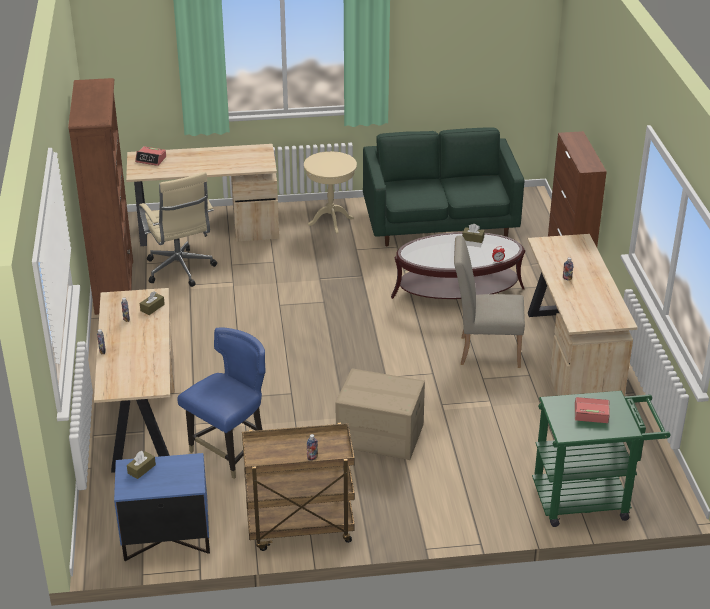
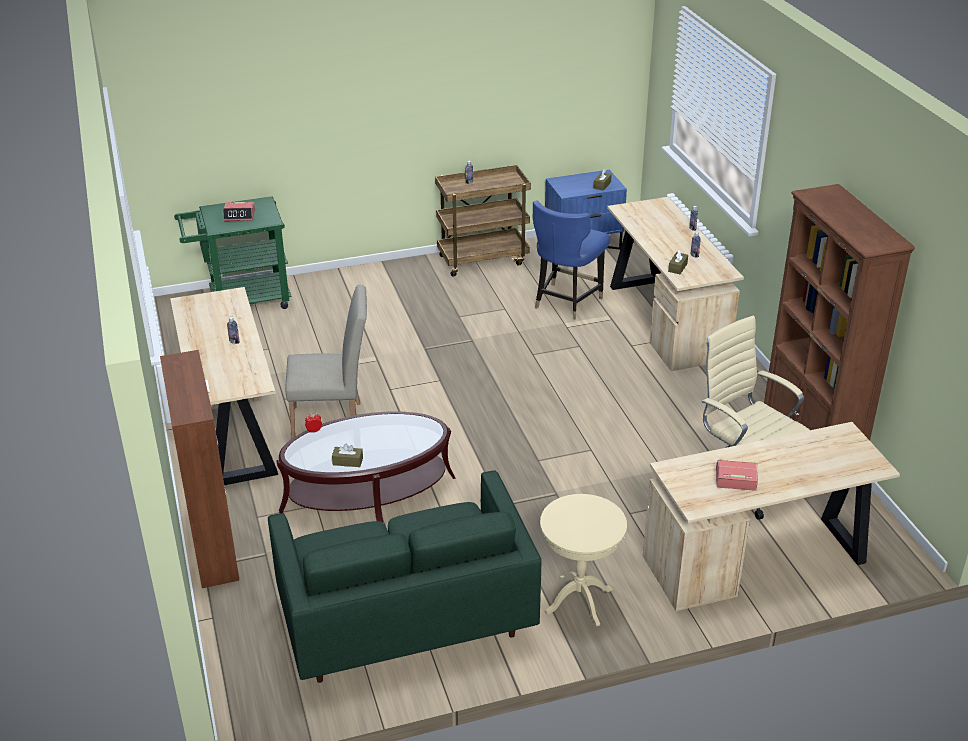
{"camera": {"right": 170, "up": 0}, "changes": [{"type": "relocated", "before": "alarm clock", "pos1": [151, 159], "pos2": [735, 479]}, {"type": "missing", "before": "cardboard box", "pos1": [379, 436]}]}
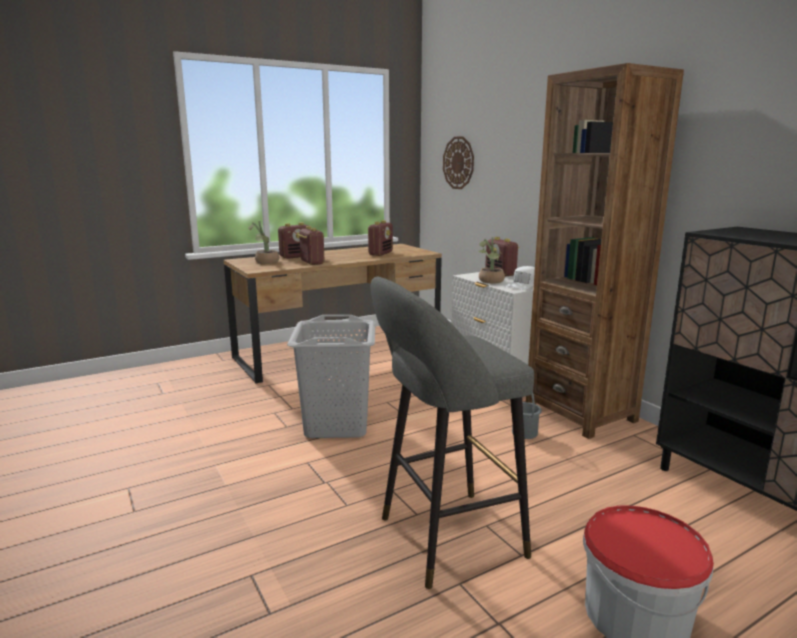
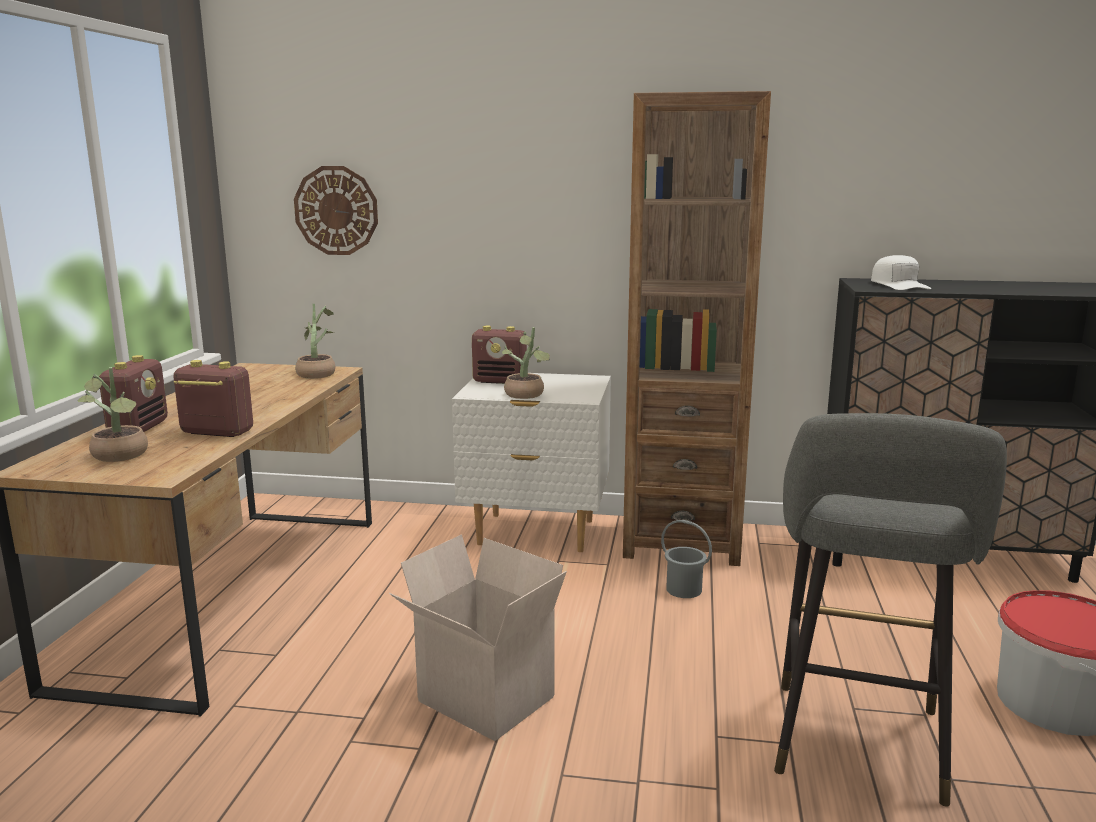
{"camera": {"right": -50, "up": 0}, "changes": [{"type": "appeared", "after": "potted plant", "pos2": [317, 373]}, {"type": "exchanged", "before": "grey laundry basket", "after": "cardboard box", "pos1": [337, 424], "pos2": [481, 700]}, {"type": "relocated", "before": "white cap", "pos1": [524, 285], "pos2": [898, 285]}, {"type": "missing", "before": "radio", "pos1": [380, 253]}]}
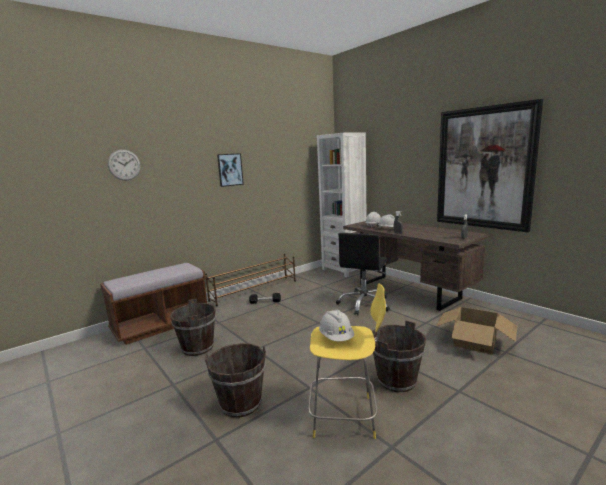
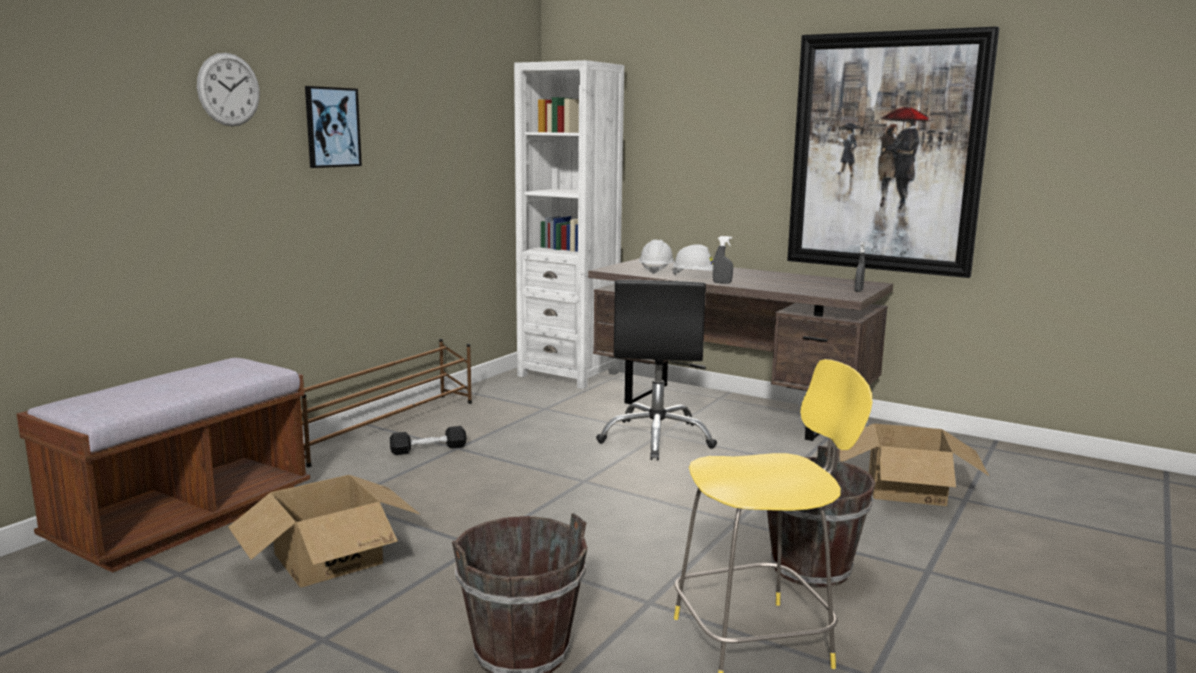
{"camera": {"right": -20, "up": 0}, "changes": [{"type": "relocated", "before": "wall clock", "pos1": [124, 165], "pos2": [229, 89]}, {"type": "exchanged", "before": "brown bucket", "after": "cardboard box", "pos1": [198, 348], "pos2": [329, 558]}, {"type": "missing", "before": "white hard hat", "pos1": [336, 338]}]}
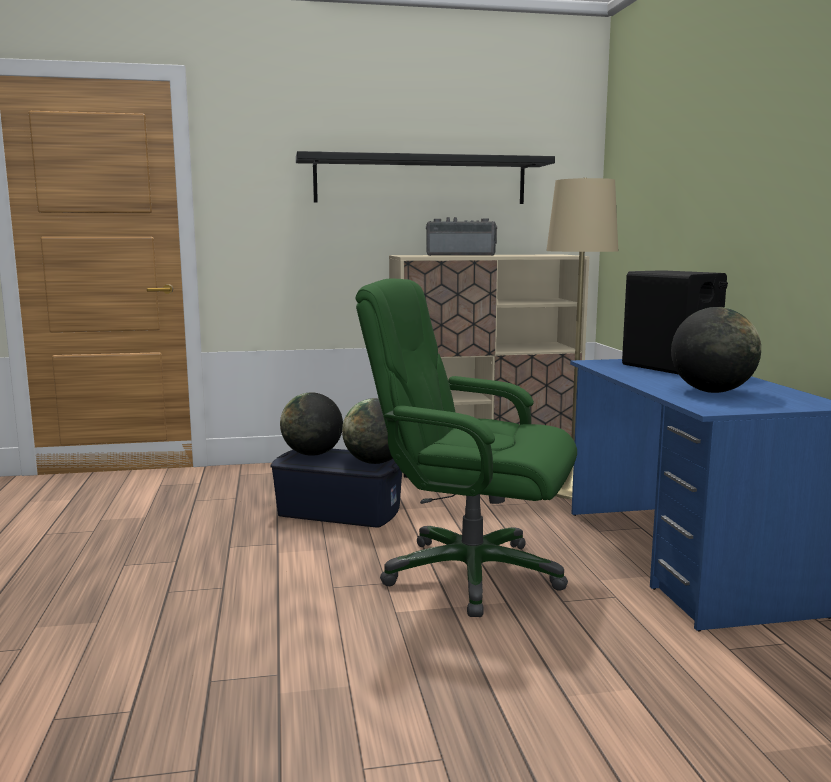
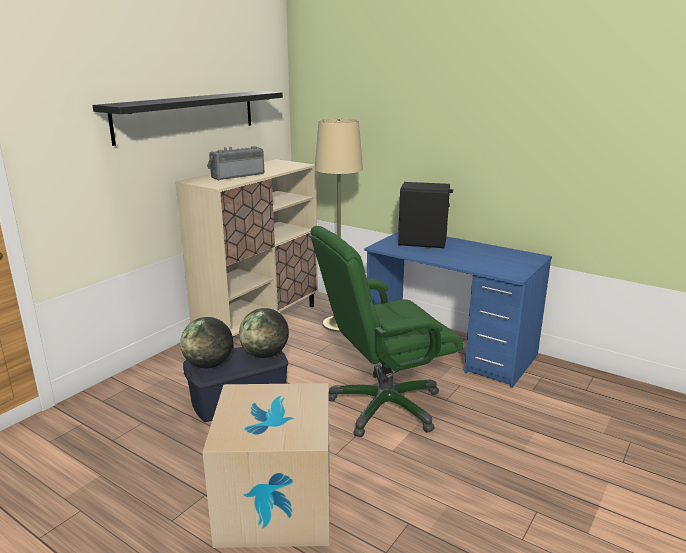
{"camera": {"right": -45, "up": 10}, "changes": [{"type": "appeared", "after": "cardboard box", "pos2": [276, 504]}, {"type": "missing", "before": "globe", "pos1": [712, 391]}]}
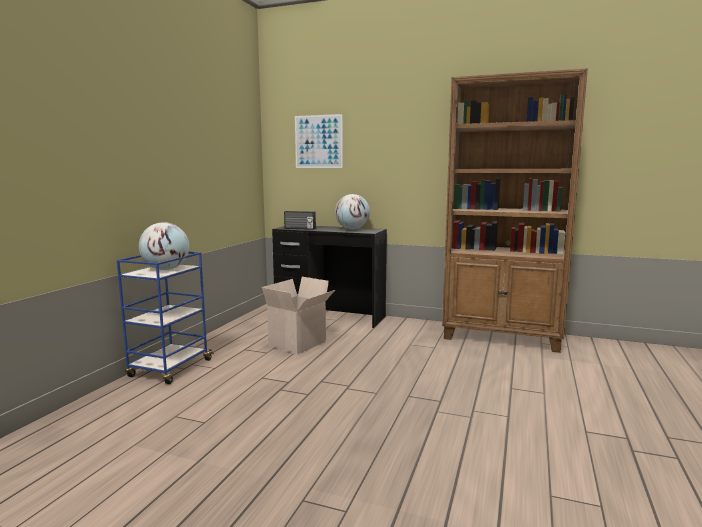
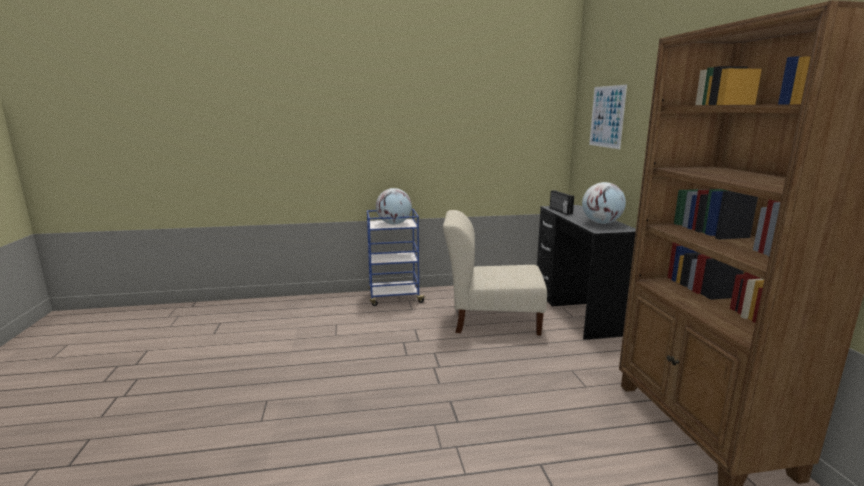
{"camera": {"right": 60, "up": 5}, "changes": [{"type": "exchanged", "before": "cardboard box", "after": "beige chair", "pos1": [298, 344], "pos2": [491, 320]}]}
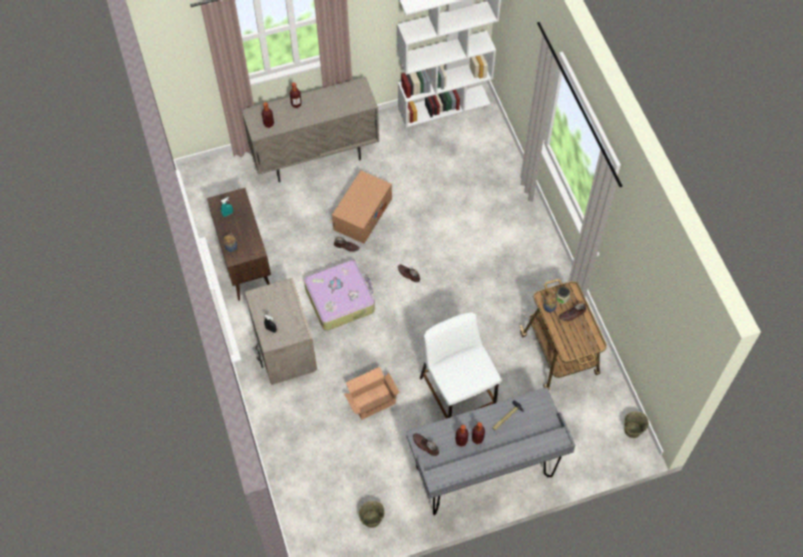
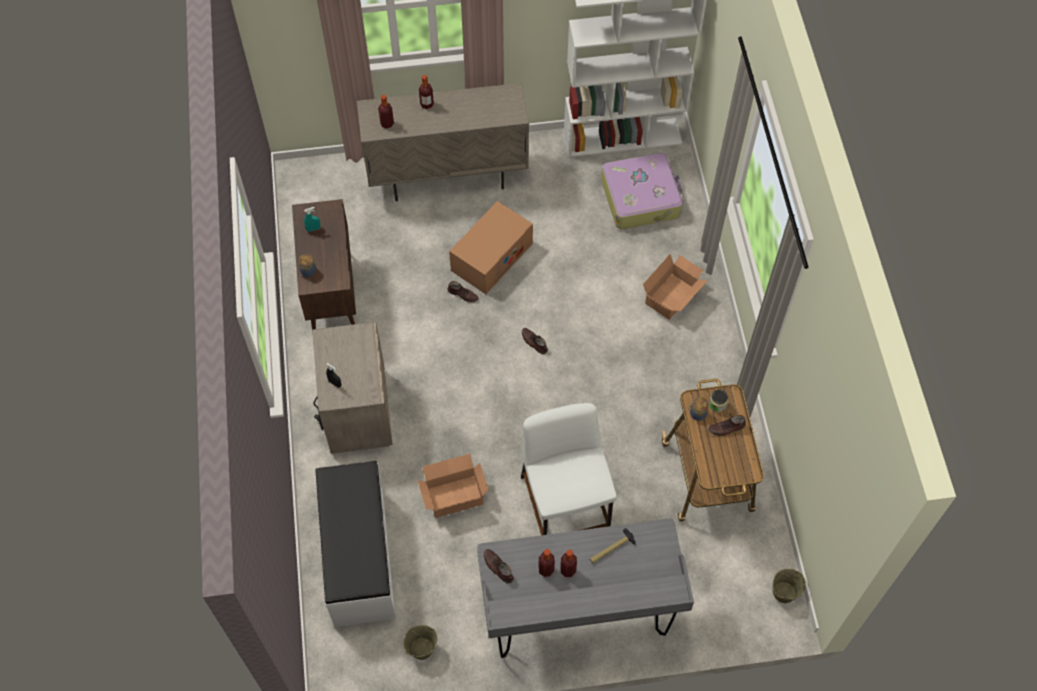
{"camera": {"right": 10, "up": 0}, "changes": [{"type": "appeared", "after": "white bench", "pos2": [358, 557]}, {"type": "relocated", "before": "suitcase", "pos1": [340, 299], "pos2": [641, 197]}, {"type": "appeared", "after": "cardboard box", "pos2": [673, 297]}]}
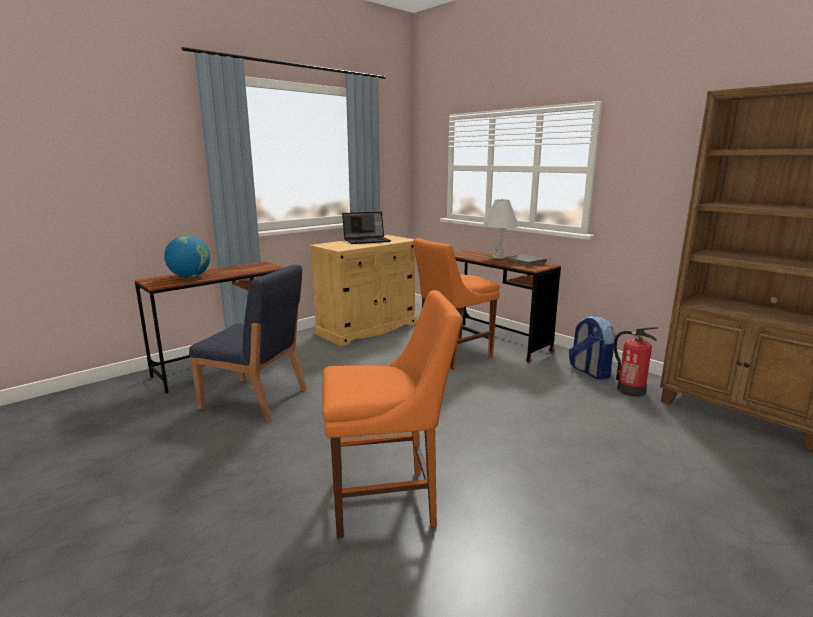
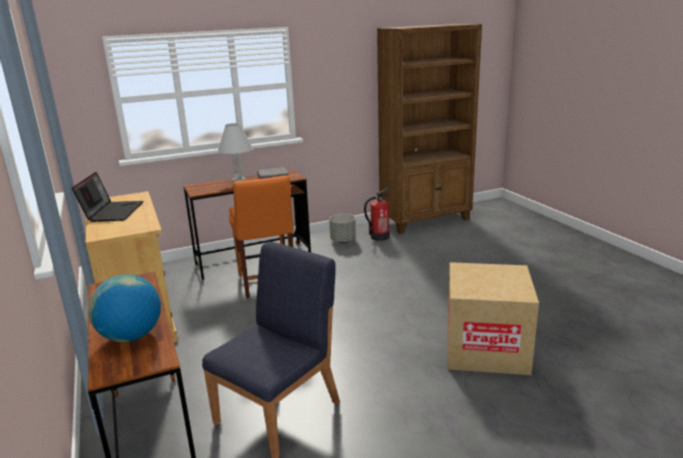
{"camera": {"right": -70, "up": 5}, "changes": [{"type": "exchanged", "before": "backpack", "after": "grey planter", "pos1": [589, 371], "pos2": [343, 241]}, {"type": "exchanged", "before": "orange chair", "after": "cardboard box", "pos1": [389, 501], "pos2": [486, 349]}]}
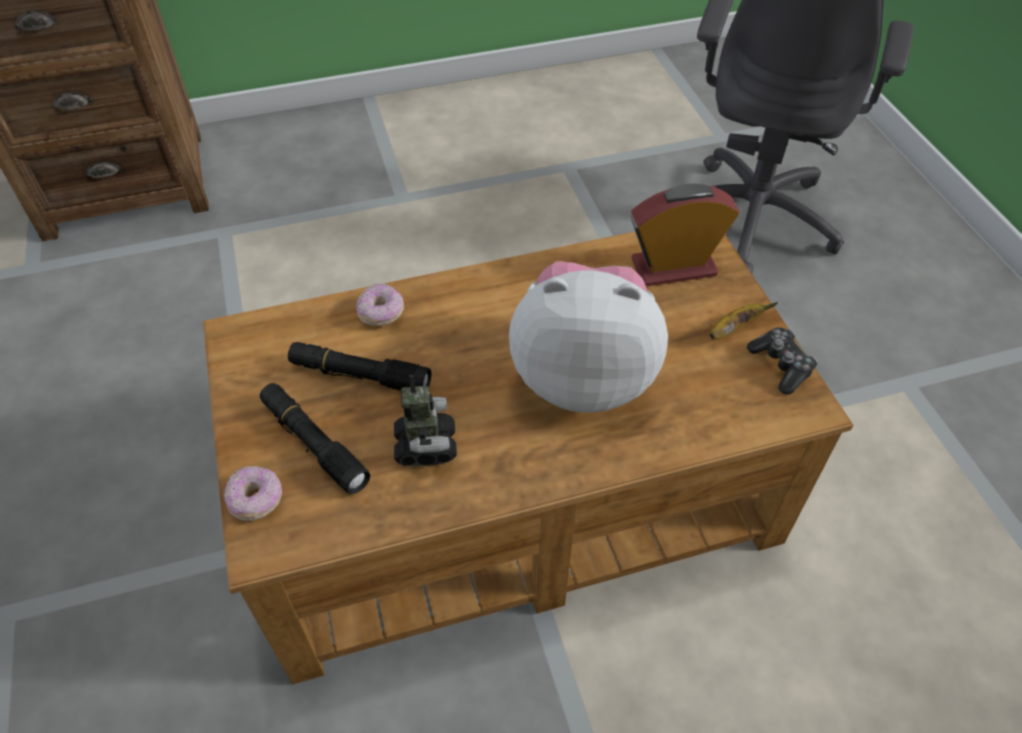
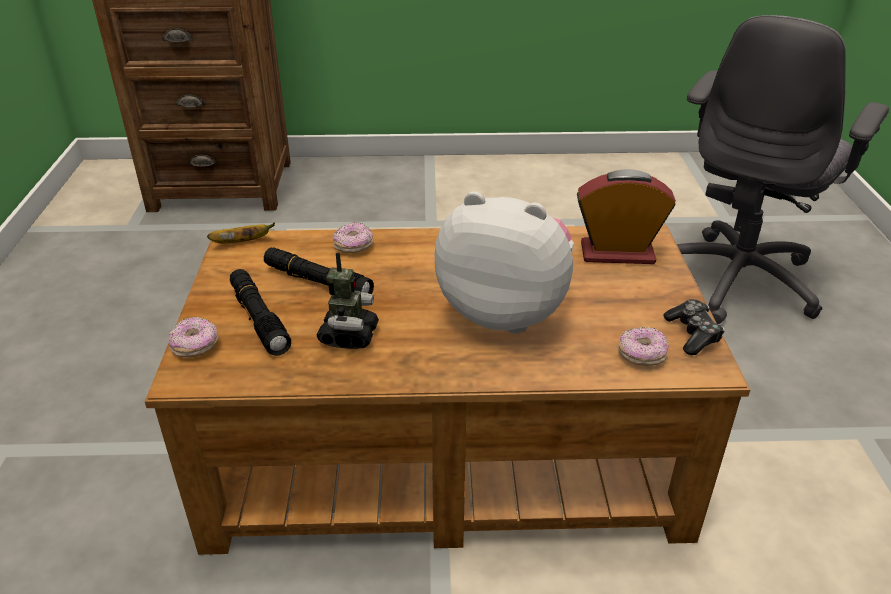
{"camera": {"right": 15, "up": -15}, "changes": [{"type": "relocated", "before": "banana", "pos1": [733, 329], "pos2": [243, 242]}, {"type": "appeared", "after": "donut", "pos2": [641, 356]}]}
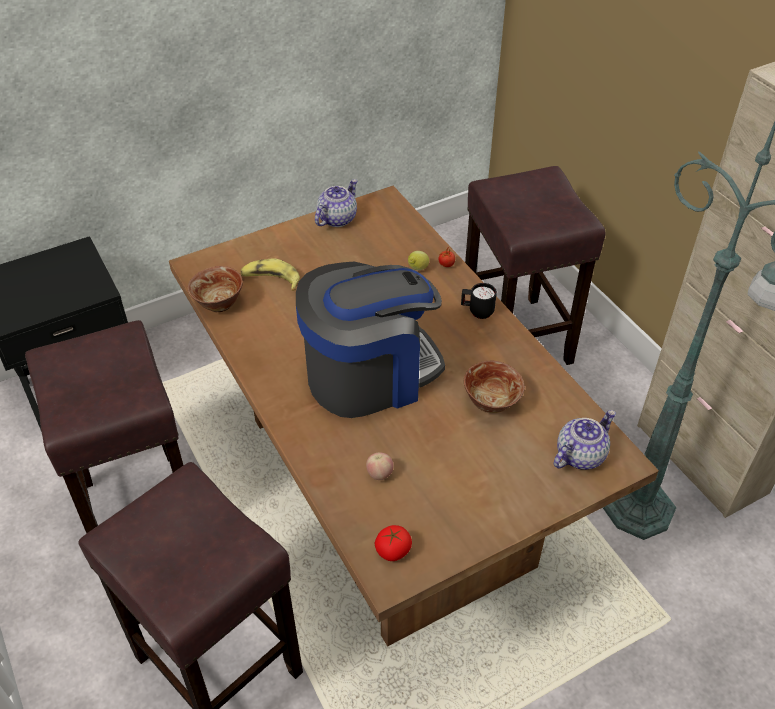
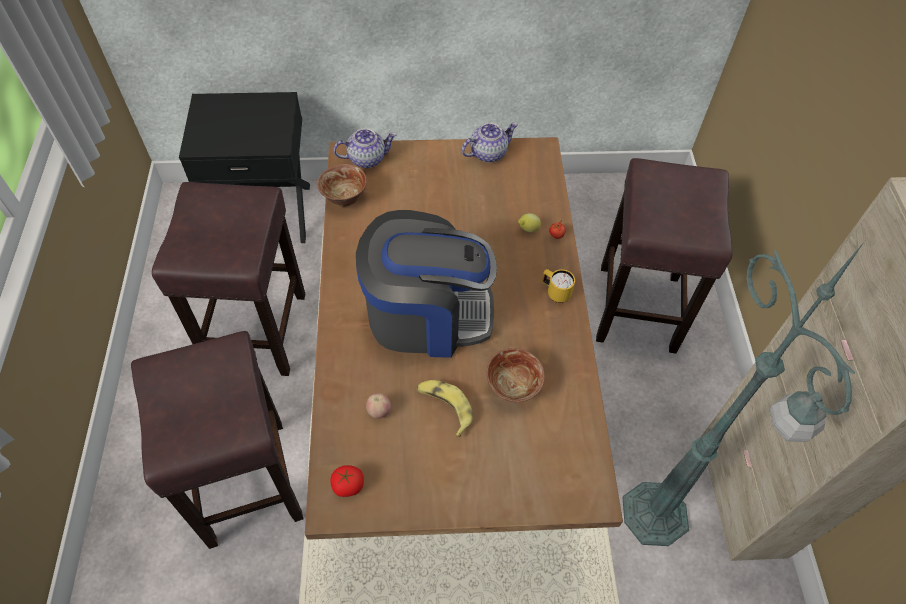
{"camera": {"right": 25, "up": 10}, "changes": [{"type": "relocated", "before": "teapot", "pos1": [580, 454], "pos2": [367, 158]}, {"type": "relocated", "before": "banana", "pos1": [271, 280], "pos2": [444, 407]}, {"type": "colour", "before": "black mug", "after": "yellow mug", "pos1": [477, 312], "pos2": [555, 293]}]}
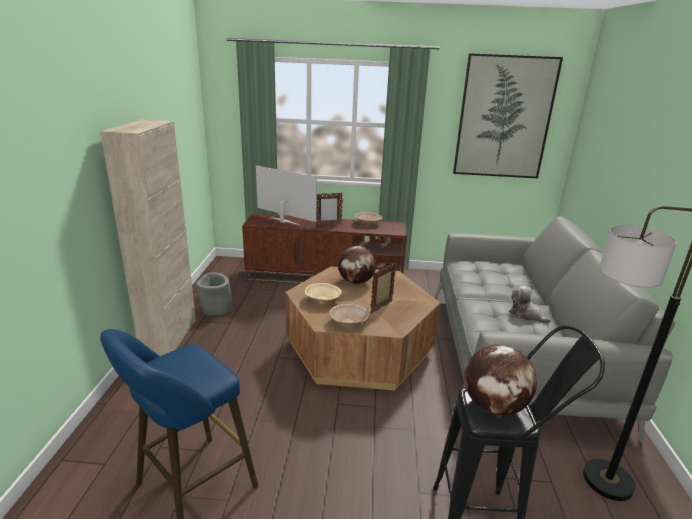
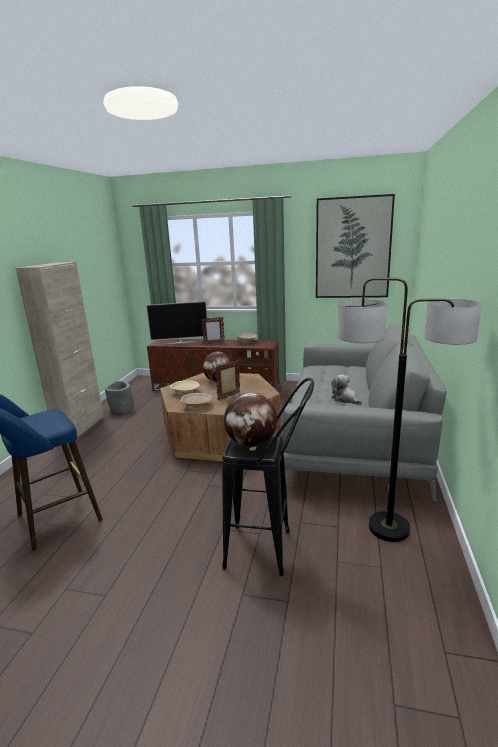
{"camera": {"right": 10, "up": -5}, "changes": [{"type": "spun", "before": "television", "pos1": [284, 221], "pos2": [180, 342], "turn": 135}]}
